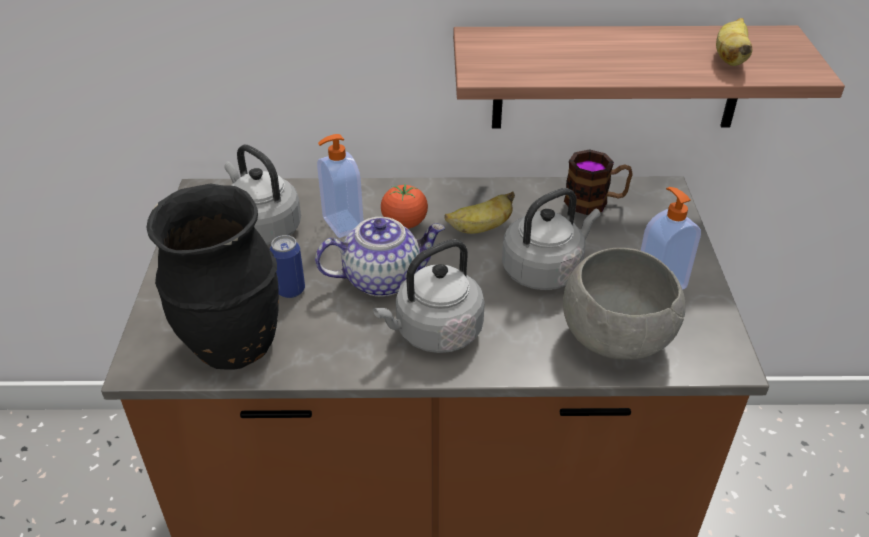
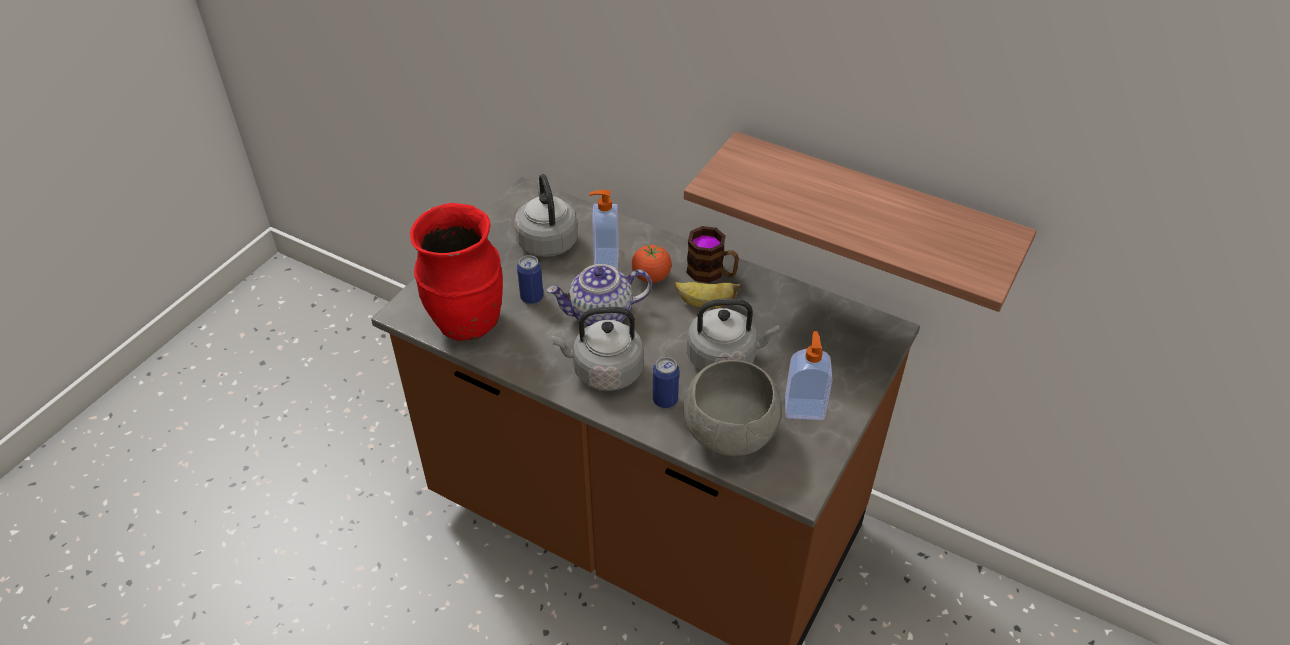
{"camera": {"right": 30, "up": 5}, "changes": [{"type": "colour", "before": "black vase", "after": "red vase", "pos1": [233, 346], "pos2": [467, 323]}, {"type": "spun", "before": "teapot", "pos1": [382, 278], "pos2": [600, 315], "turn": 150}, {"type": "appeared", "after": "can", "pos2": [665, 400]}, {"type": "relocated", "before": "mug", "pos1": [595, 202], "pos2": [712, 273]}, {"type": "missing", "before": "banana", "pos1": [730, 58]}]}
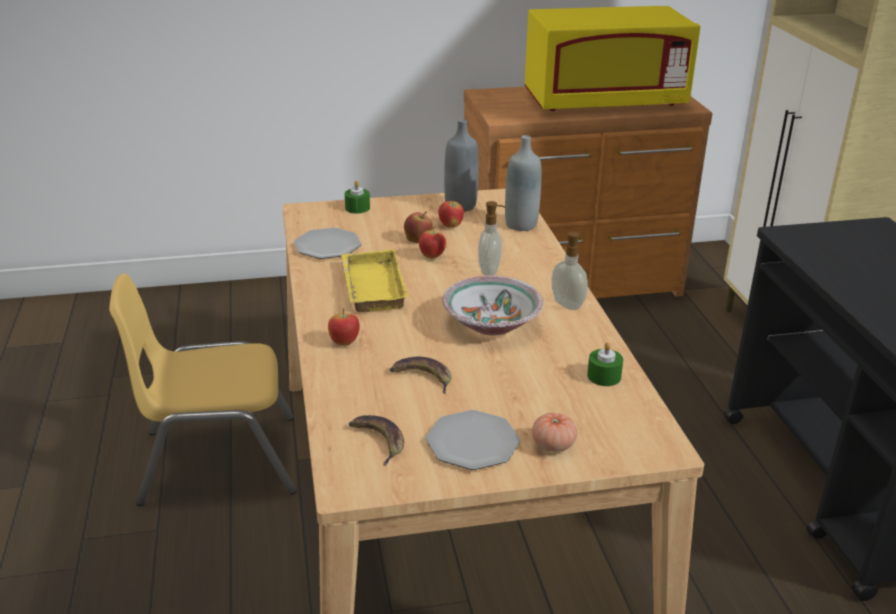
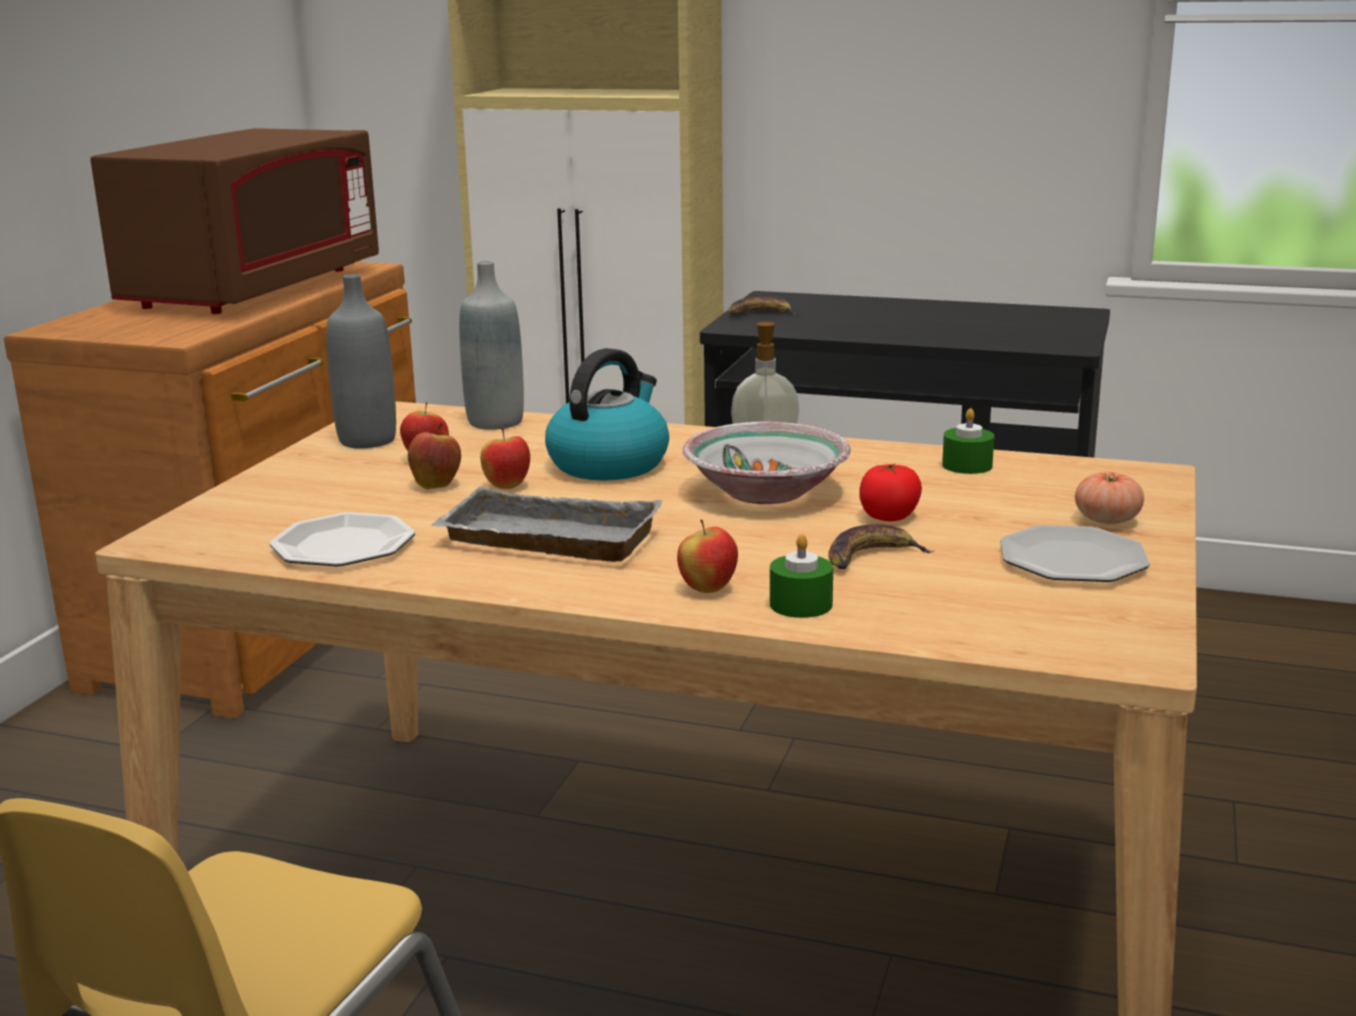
{"camera": {"right": -60, "up": -10}, "changes": [{"type": "colour", "before": "yellow microwave", "after": "brown microwave", "pos1": [604, 102], "pos2": [255, 290]}, {"type": "colour", "before": "yellow tray", "after": "grey tray", "pos1": [370, 287], "pos2": [544, 541]}, {"type": "exchanged", "before": "soap dispenser", "after": "kettle", "pos1": [490, 271], "pos2": [609, 464]}, {"type": "relocated", "before": "banana", "pos1": [378, 440], "pos2": [760, 314]}, {"type": "relocated", "before": "green candle", "pos1": [357, 208], "pos2": [801, 604]}, {"type": "appeared", "after": "tomato", "pos2": [889, 516]}]}
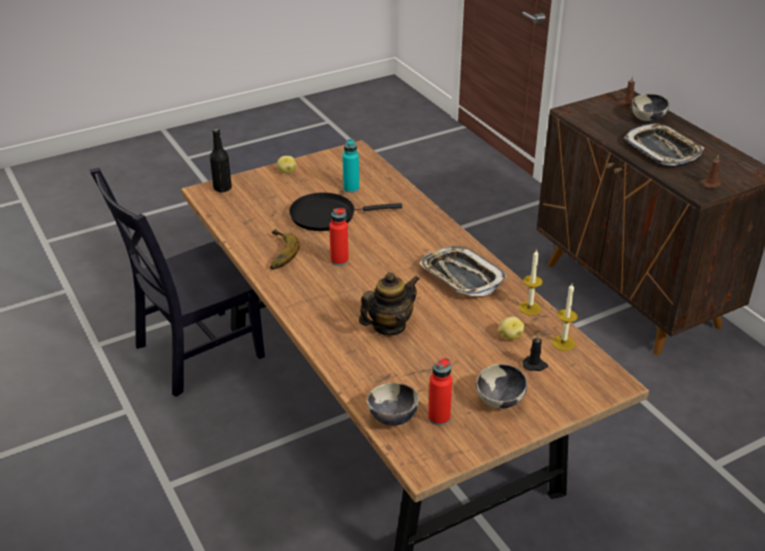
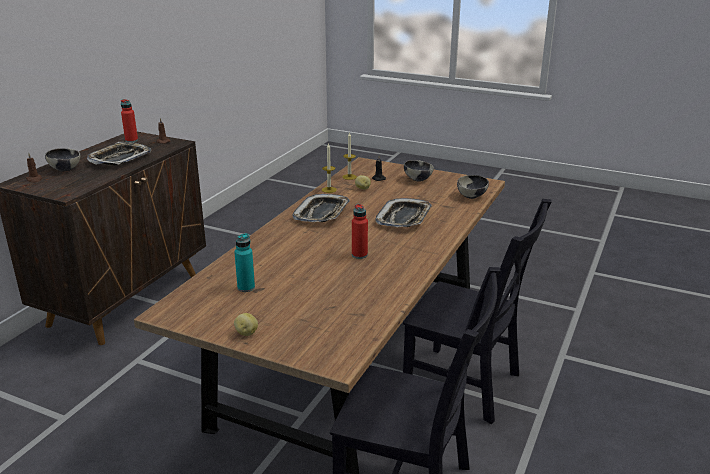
{"camera": {"right": -125, "up": -10}, "changes": [{"type": "relocated", "before": "red bottle", "pos1": [439, 418], "pos2": [131, 140]}, {"type": "exchanged", "before": "teapot", "after": "tray", "pos1": [389, 326], "pos2": [404, 218]}, {"type": "appeared", "after": "black chair", "pos2": [466, 385]}, {"type": "missing", "before": "black bottle", "pos1": [222, 188]}, {"type": "missing", "before": "banana", "pos1": [276, 253]}, {"type": "missing", "before": "black frying pan", "pos1": [327, 215]}]}
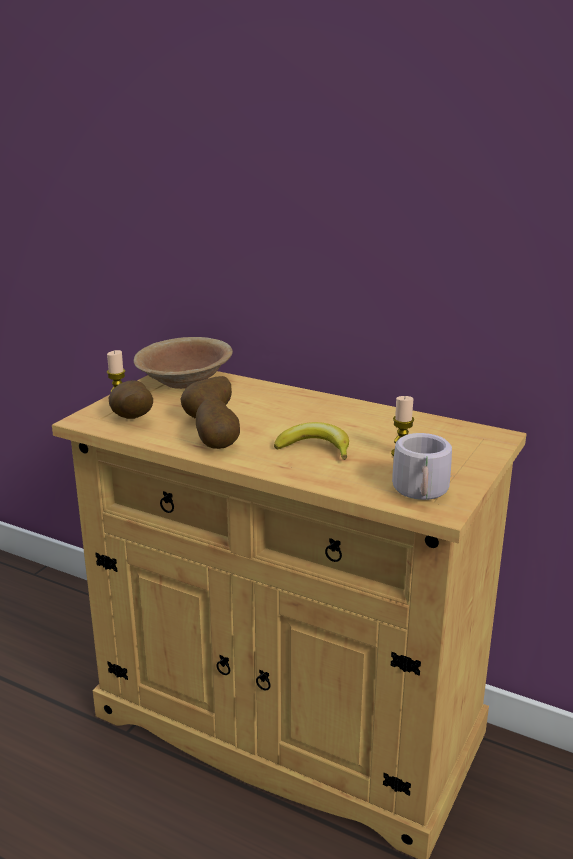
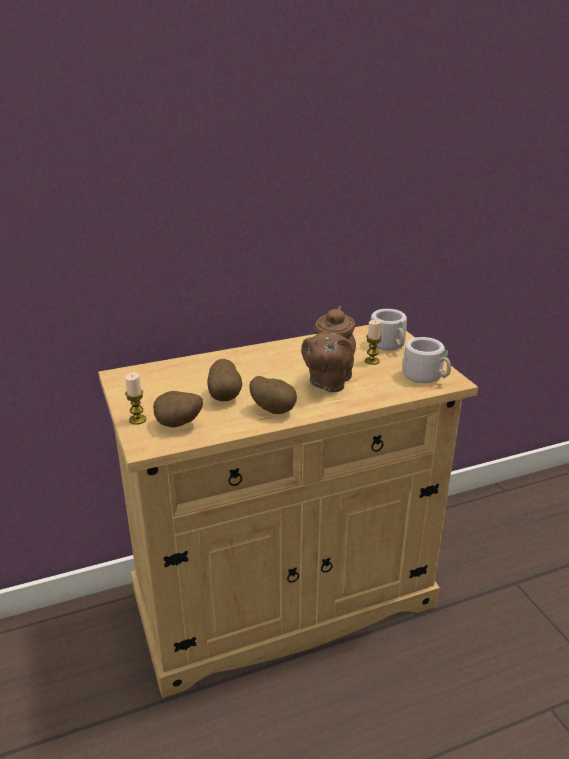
{"camera": {"right": -50, "up": 5}, "changes": [{"type": "exchanged", "before": "banana", "after": "brown teapot", "pos1": [315, 448], "pos2": [328, 382]}, {"type": "appeared", "after": "grey mug", "pos2": [391, 345]}, {"type": "missing", "before": "brown bowl", "pos1": [184, 381]}]}
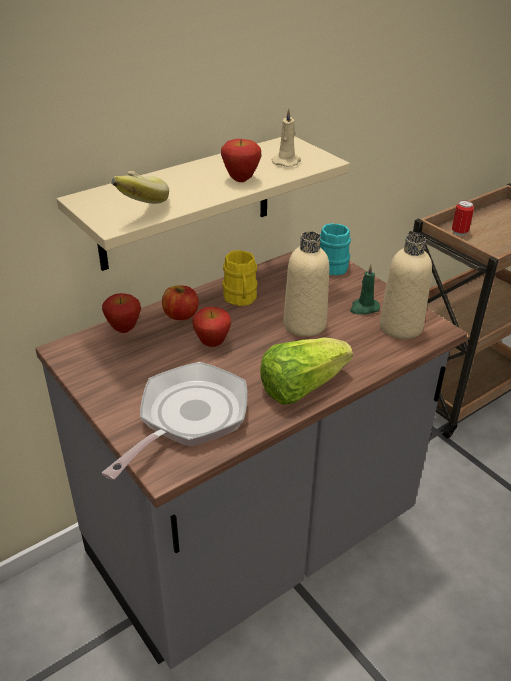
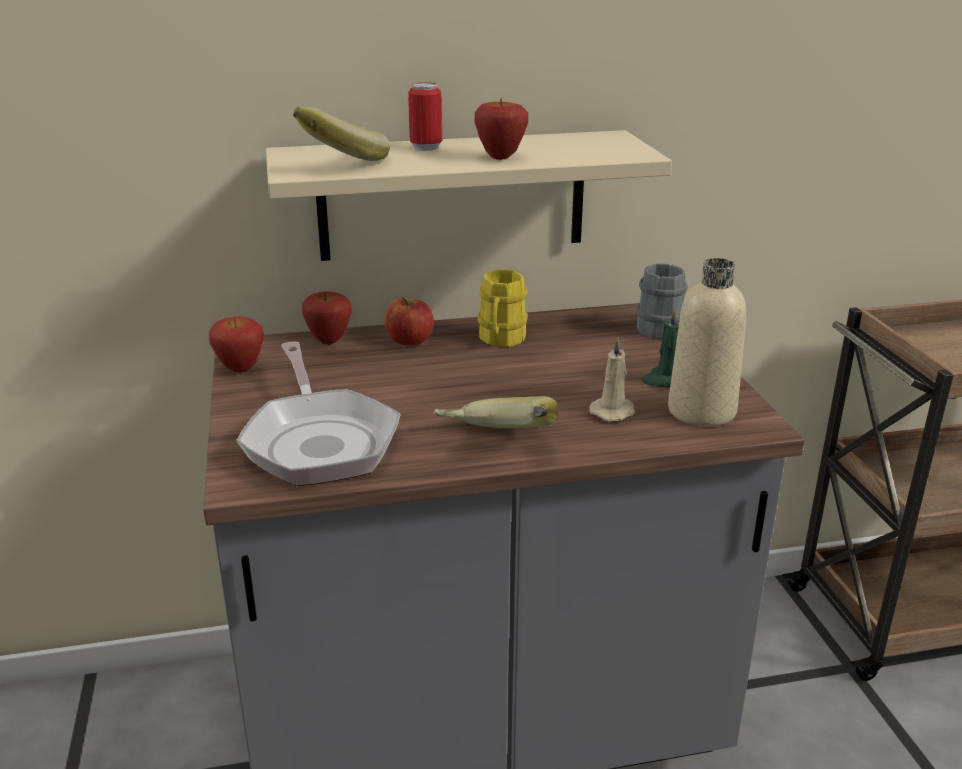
{"camera": {"right": 25, "up": -10}, "changes": [{"type": "relocated", "before": "apple", "pos1": [212, 344], "pos2": [240, 369]}, {"type": "spun", "before": "frying pan", "pos1": [188, 418], "pos2": [319, 441], "turn": 105}, {"type": "relocated", "before": "can", "pos1": [459, 232], "pos2": [426, 147]}, {"type": "exchanged", "before": "lettuce", "after": "banana", "pos1": [301, 387], "pos2": [494, 444]}, {"type": "relocated", "before": "beige candle", "pos1": [287, 161], "pos2": [614, 412]}, {"type": "colour", "before": "turquoise mug", "after": "grey mug", "pos1": [330, 264], "pos2": [659, 327]}, {"type": "missing", "before": "beige bottle", "pos1": [304, 324]}]}
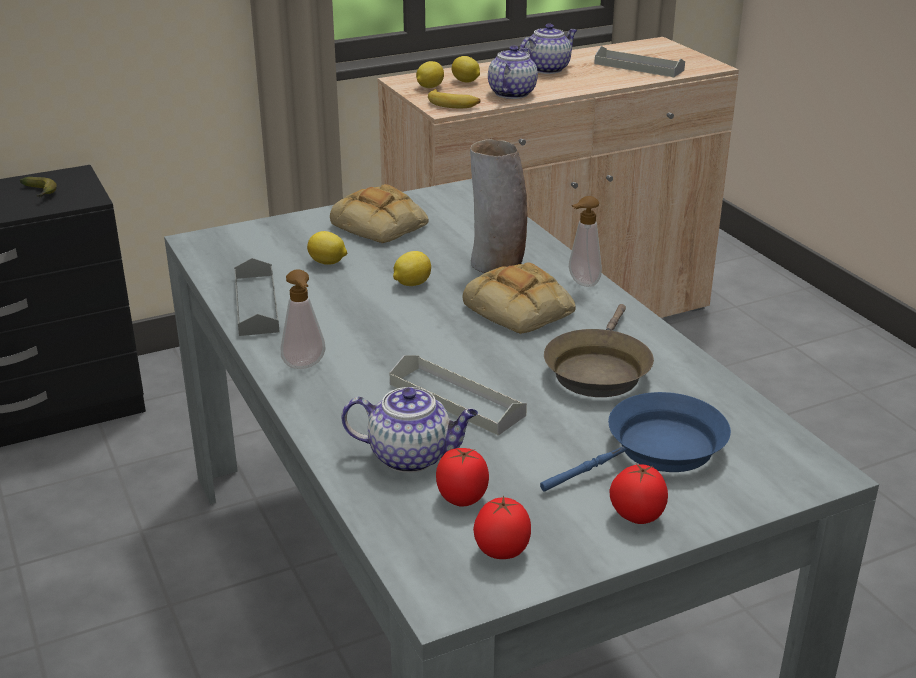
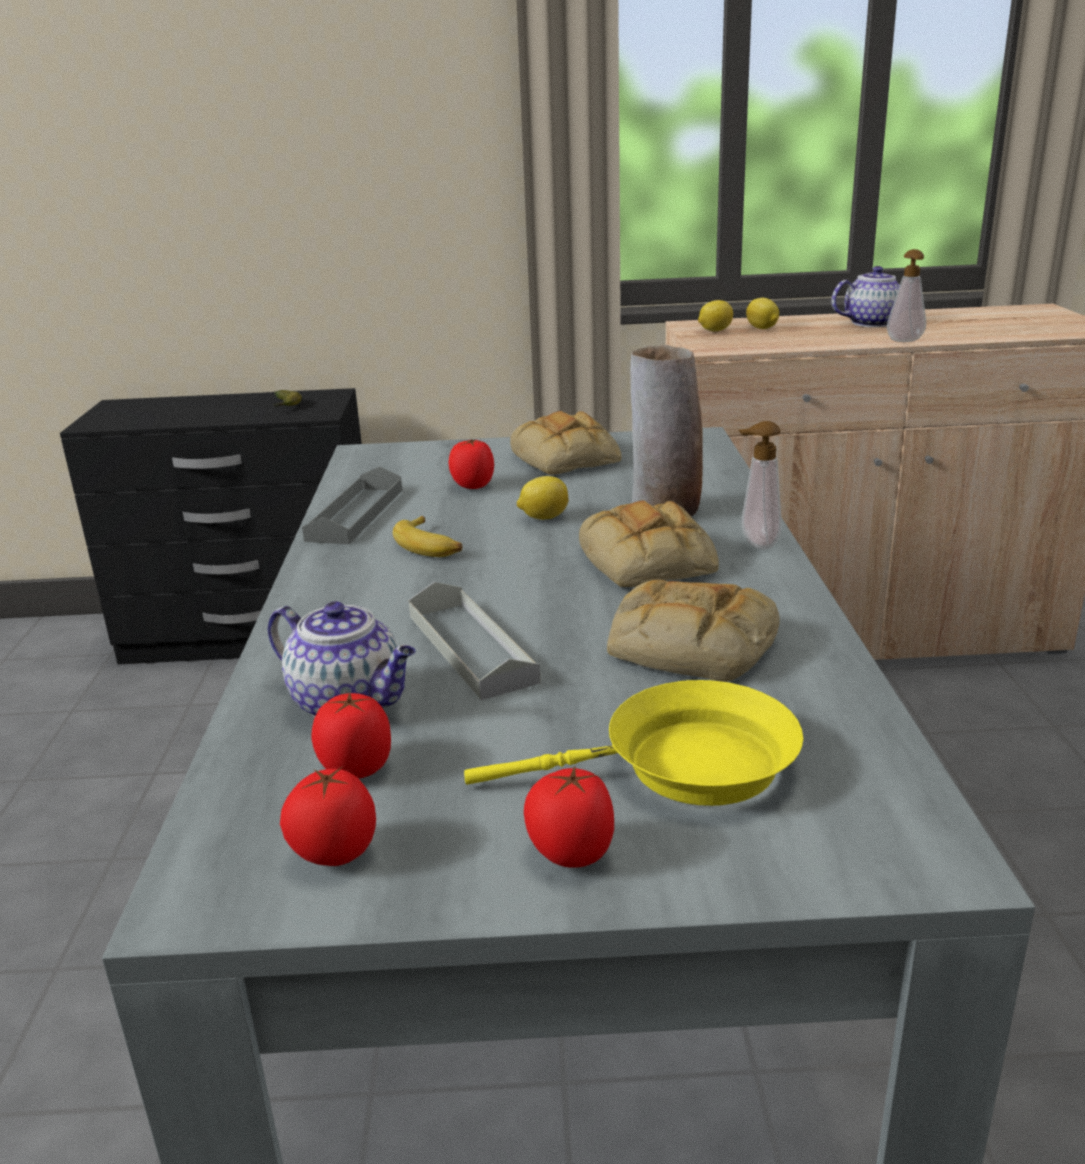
{"camera": {"right": 25, "up": -5}, "changes": [{"type": "relocated", "before": "banana", "pos1": [453, 104], "pos2": [430, 546]}, {"type": "exchanged", "before": "lemon", "after": "tomato", "pos1": [328, 262], "pos2": [472, 486]}, {"type": "colour", "before": "blue frying pan", "after": "yellow frying pan", "pos1": [657, 450], "pos2": [684, 766]}, {"type": "exchanged", "before": "brown frying pan", "after": "bread", "pos1": [598, 370], "pos2": [689, 646]}, {"type": "relocated", "before": "soap dispenser", "pos1": [305, 366], "pos2": [905, 341]}, {"type": "missing", "before": "teapot", "pos1": [512, 93]}, {"type": "missing", "before": "grey tray", "pos1": [639, 67]}]}
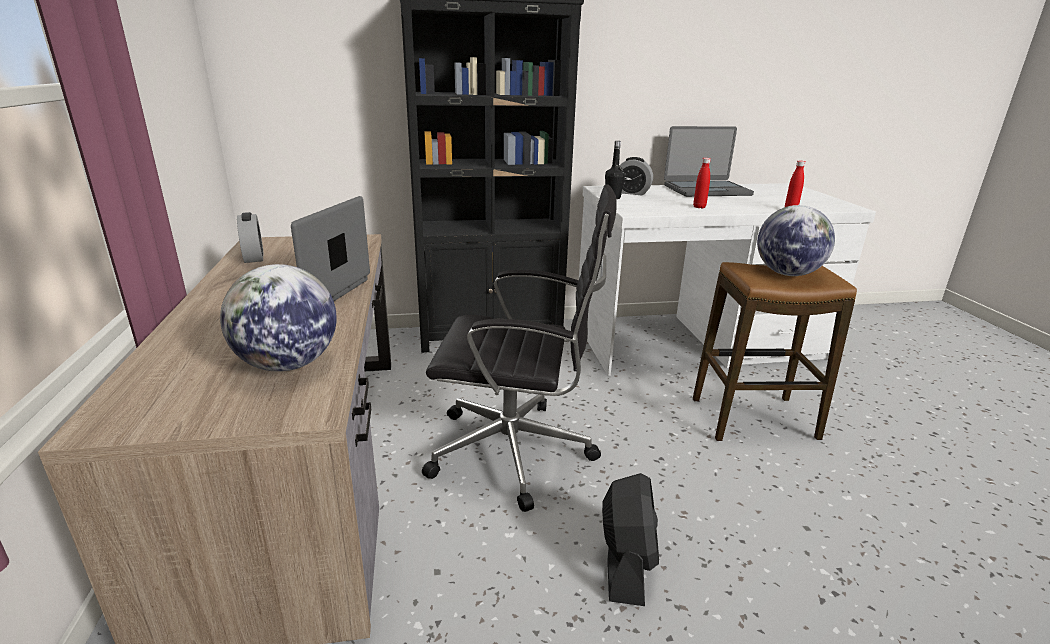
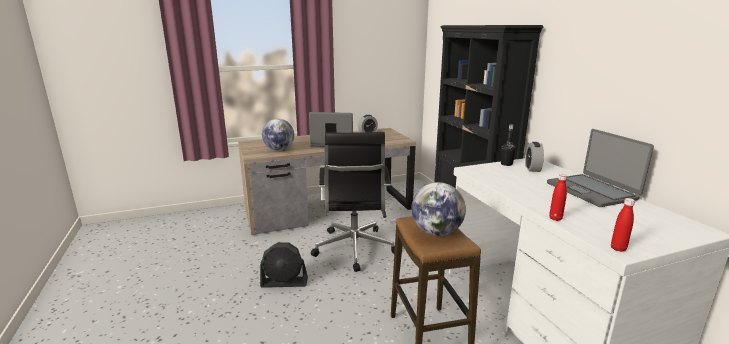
{"camera": {"right": 80, "up": -5}, "changes": [{"type": "relocated", "before": "red bottle", "pos1": [699, 207], "pos2": [618, 248]}]}
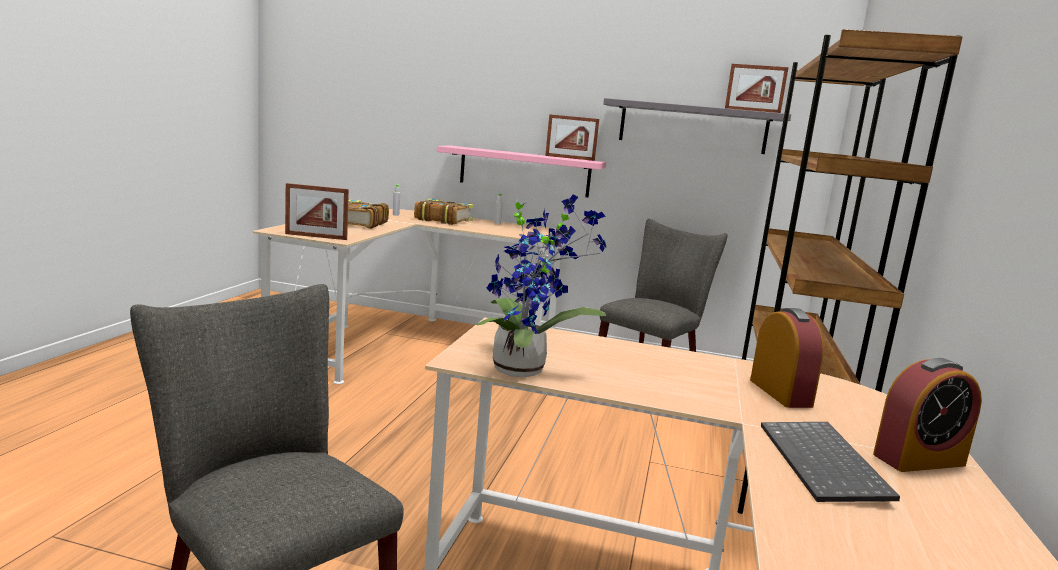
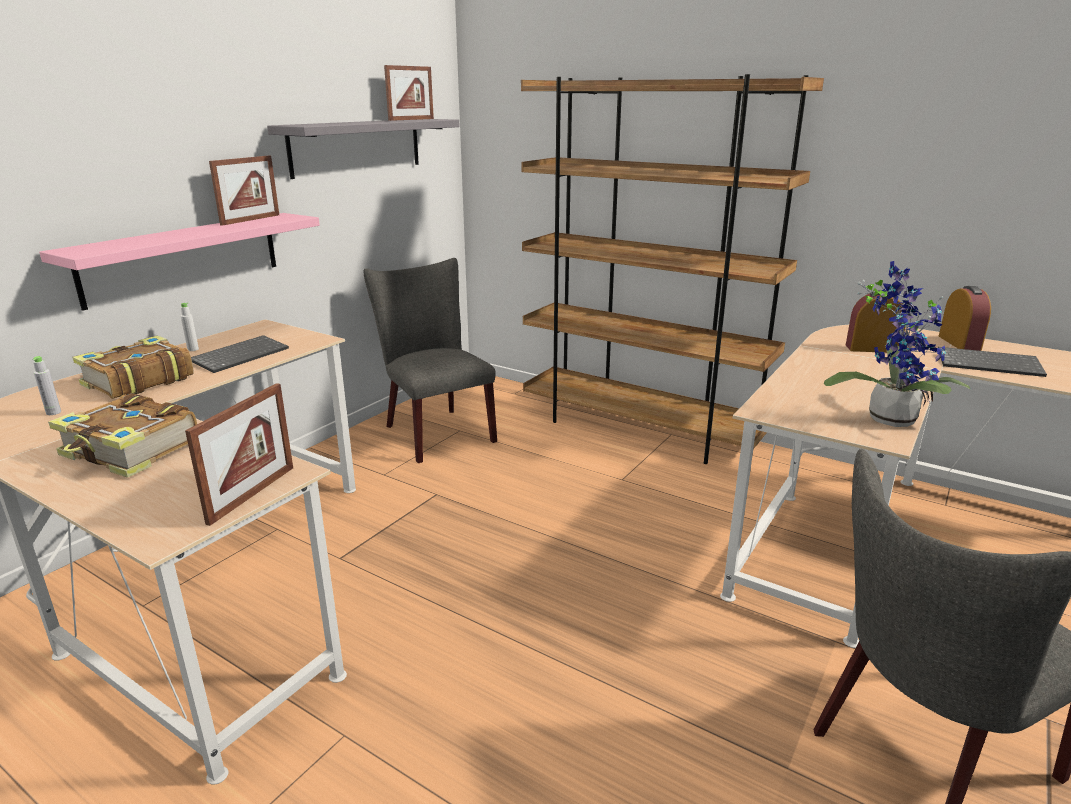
{"camera": {"right": -70, "up": 10}, "changes": [{"type": "appeared", "after": "keyboard", "pos2": [240, 355]}]}
